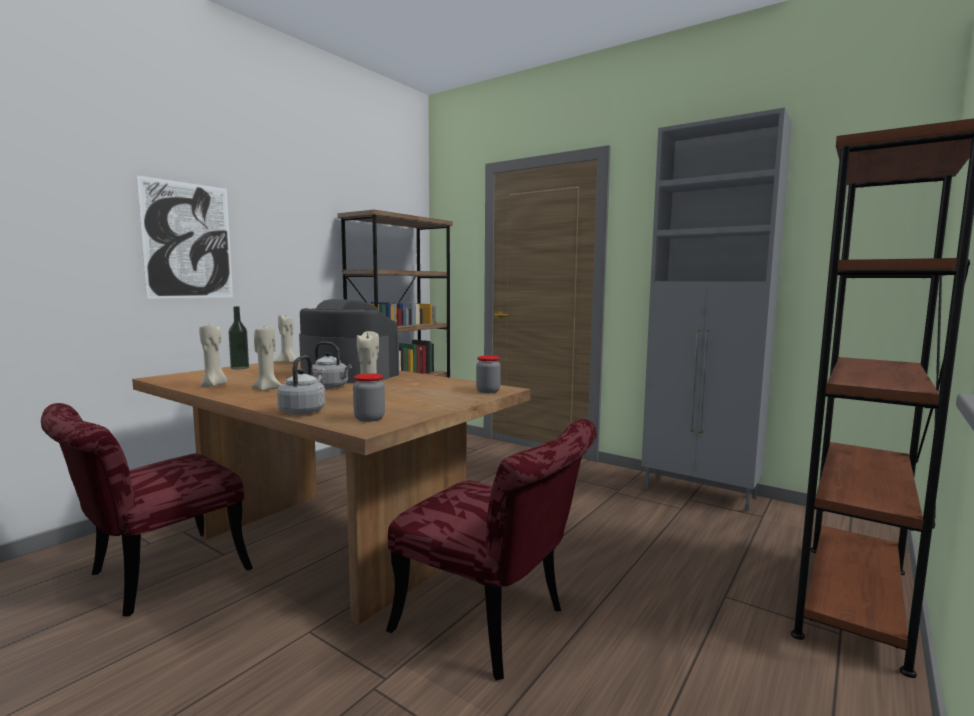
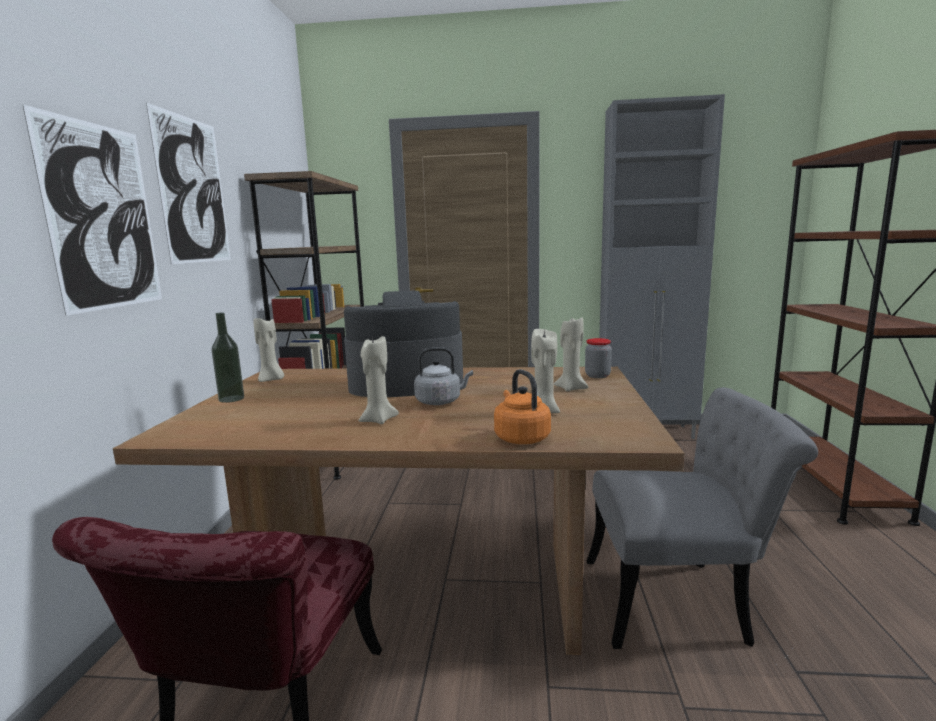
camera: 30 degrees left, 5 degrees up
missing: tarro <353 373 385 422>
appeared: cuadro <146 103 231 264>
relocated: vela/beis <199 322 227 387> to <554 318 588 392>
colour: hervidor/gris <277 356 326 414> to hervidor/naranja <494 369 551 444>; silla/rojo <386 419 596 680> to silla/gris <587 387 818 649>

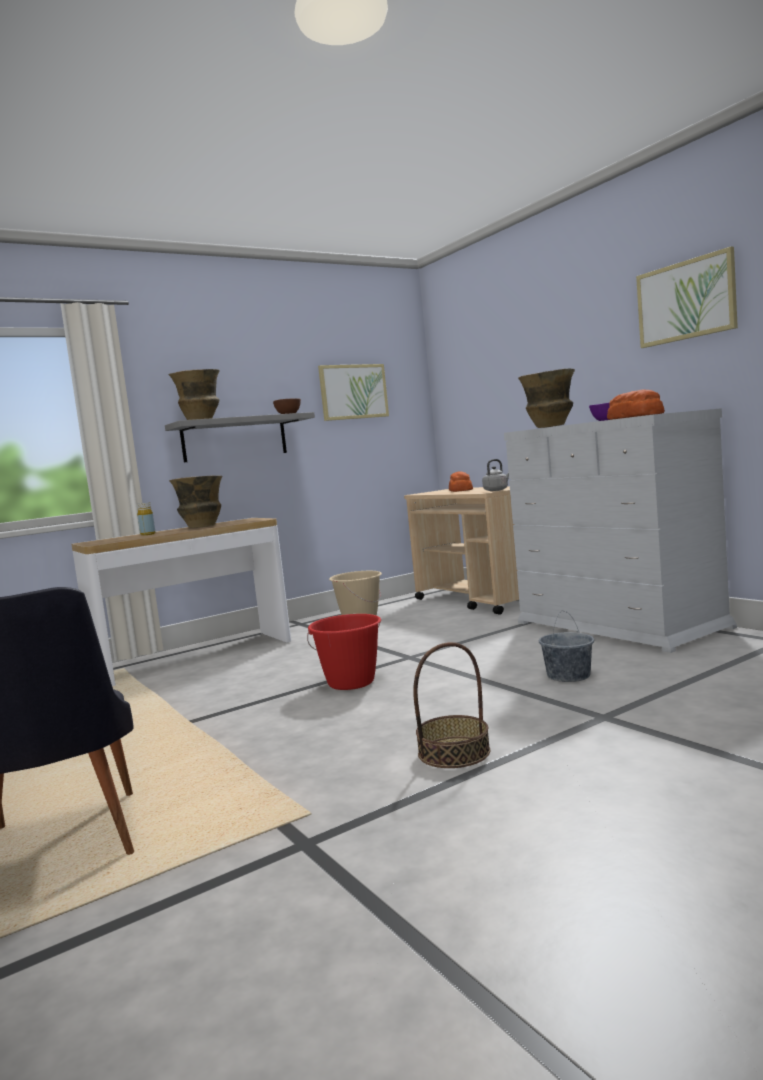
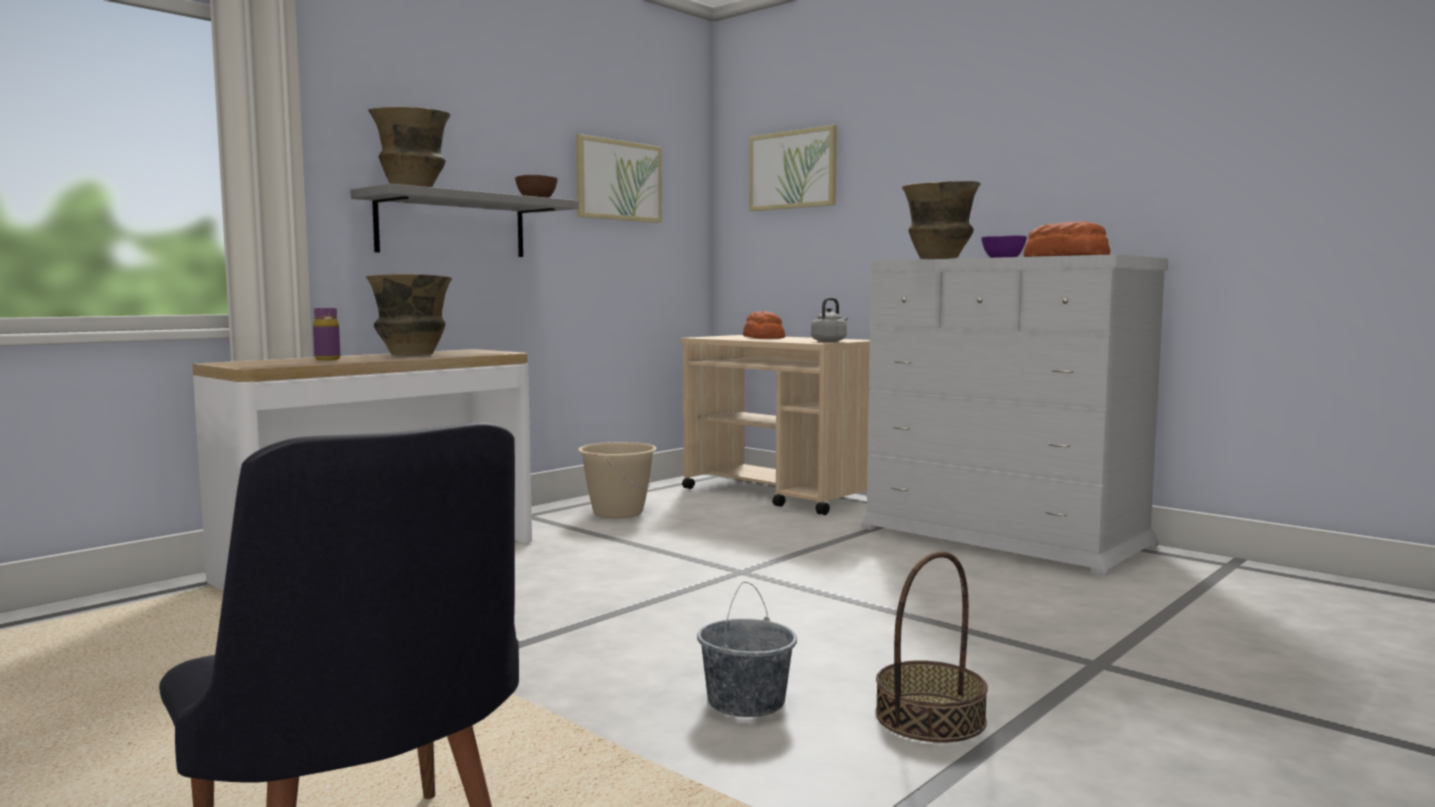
camera: 15 degrees left, 0 degrees up
missing: cubo/rojo <307 614 381 690>
relocated: cuadro <636 246 738 348> to <749 125 837 211>; cubo/gris <539 611 594 682> to <697 582 797 717>
colour: botella/amarillo <137 502 155 536> to botella/morado <313 308 340 360>

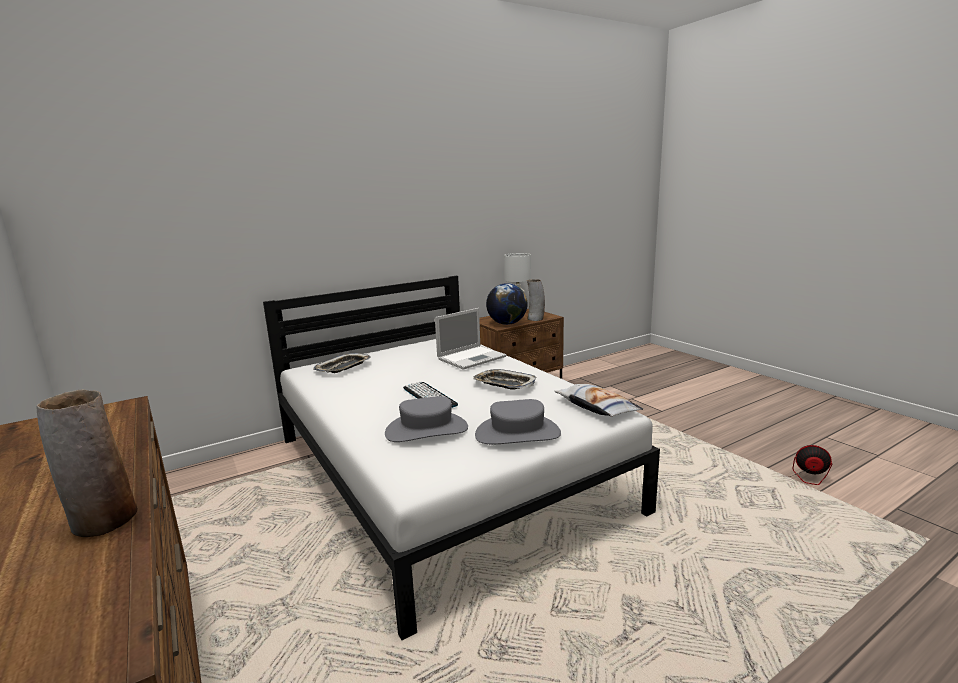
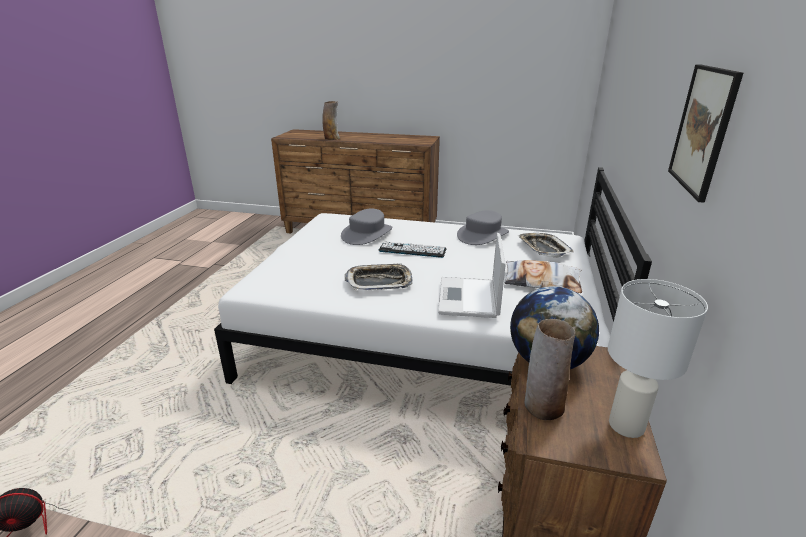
camera: 135 degrees right, 10 degrees up
appeared: cuadro <668 64 743 203>
relocated: cojín <555 384 643 417> to <505 260 582 293>; sombrero/gris <475 399 561 444> to <457 210 509 245>

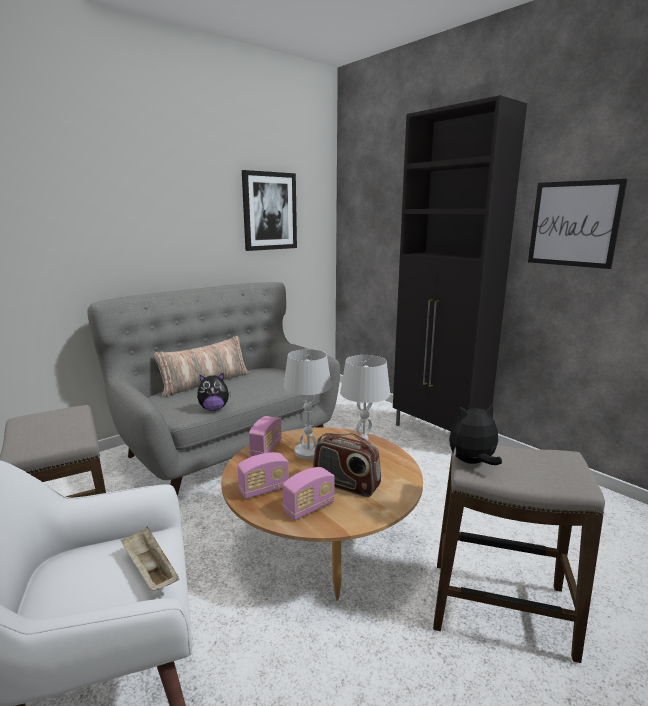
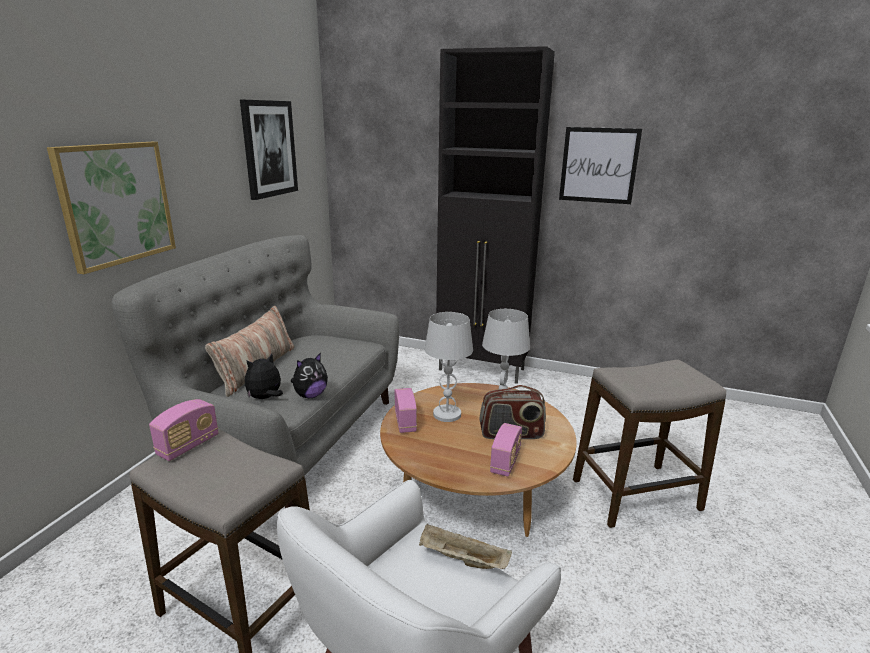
camera: 30 degrees left, 5 degrees up
appeared: cuadro <47 142 176 274>
relocated: peluche <449 404 502 465> to <245 354 283 399>; radio <237 452 289 499> to <149 399 219 461>

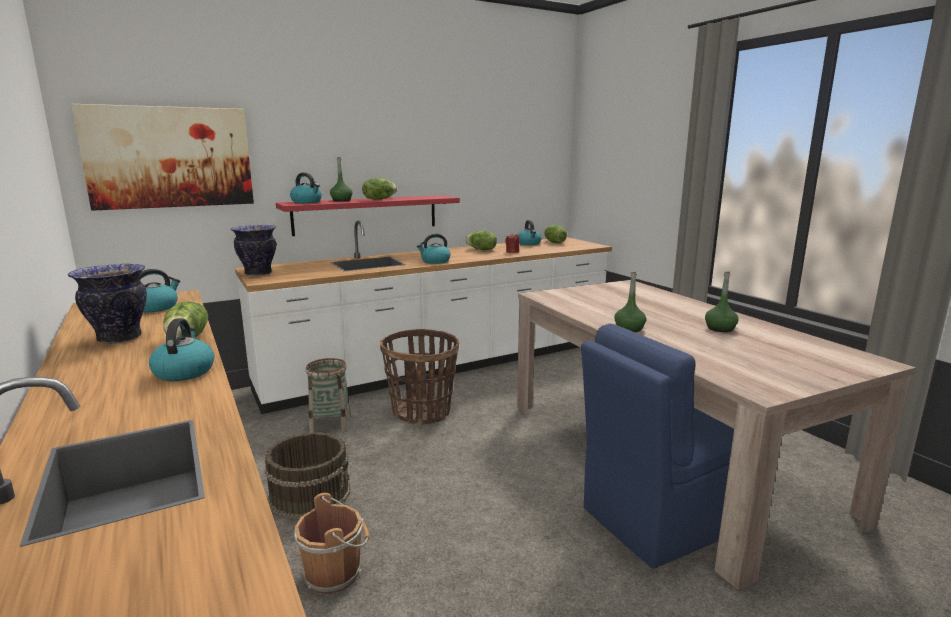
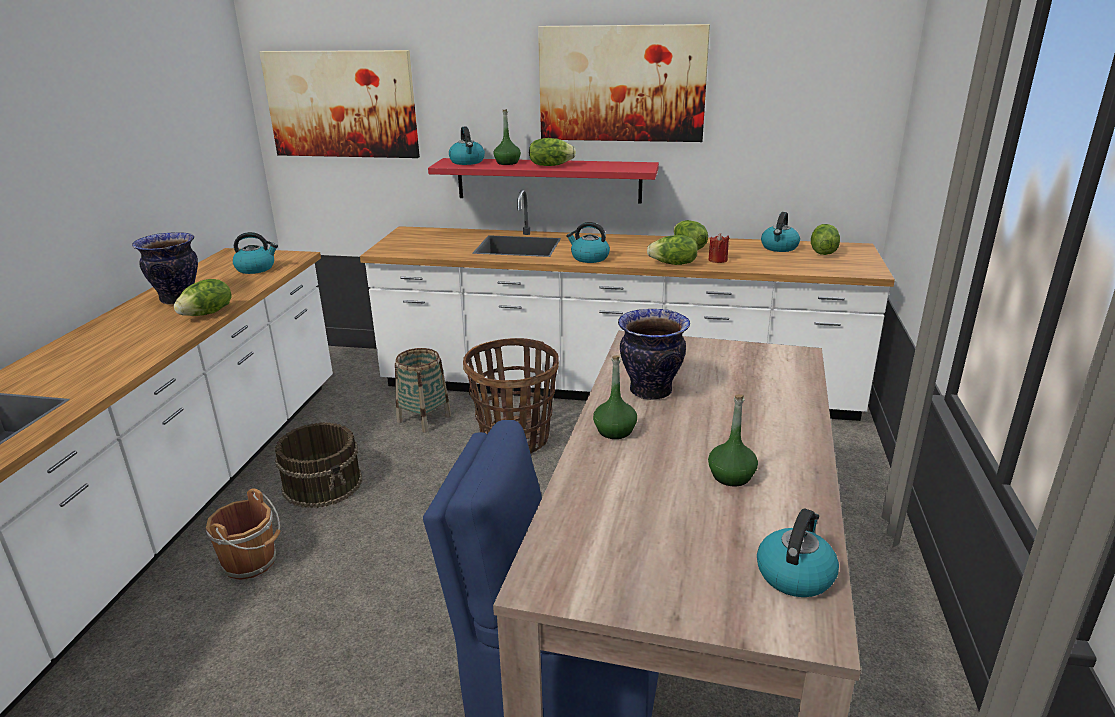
camera: 40 degrees right, 10 degrees up
appeared: cuadro <538 24 710 142>; lechuga <647 235 698 265>
relocated: florero <231 225 277 276> to <618 309 690 400>; hervidor <149 318 214 381> to <757 508 839 597>

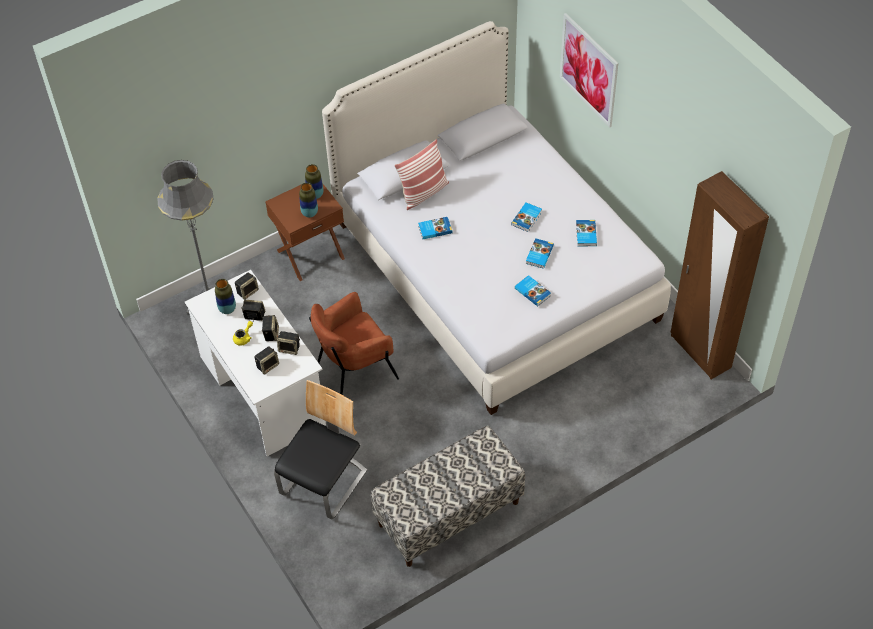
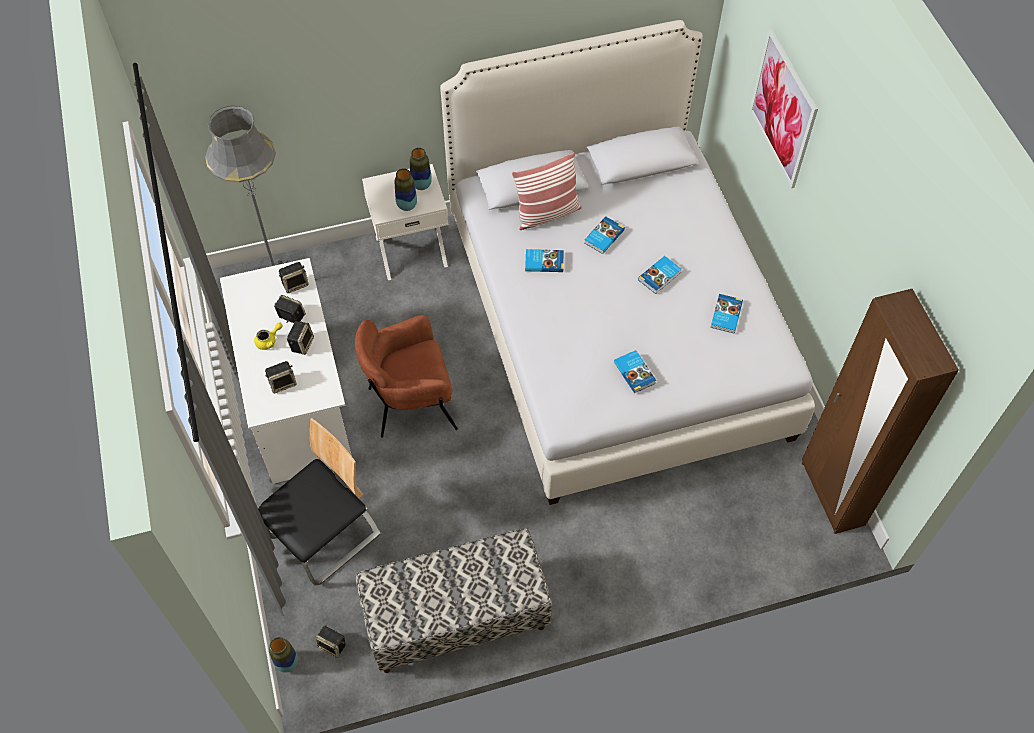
camera: 15 degrees right, 5 degrees up
relocated: libro <526 238 554 269> to <584 216 625 254>; florero <215 279 236 314> to <269 637 298 673>; altavoz <277 331 300 355> to <315 626 346 658>
colour: mesita de noche/marrón <265 184 345 281> to mesita de noche/blanco <362 164 448 280>

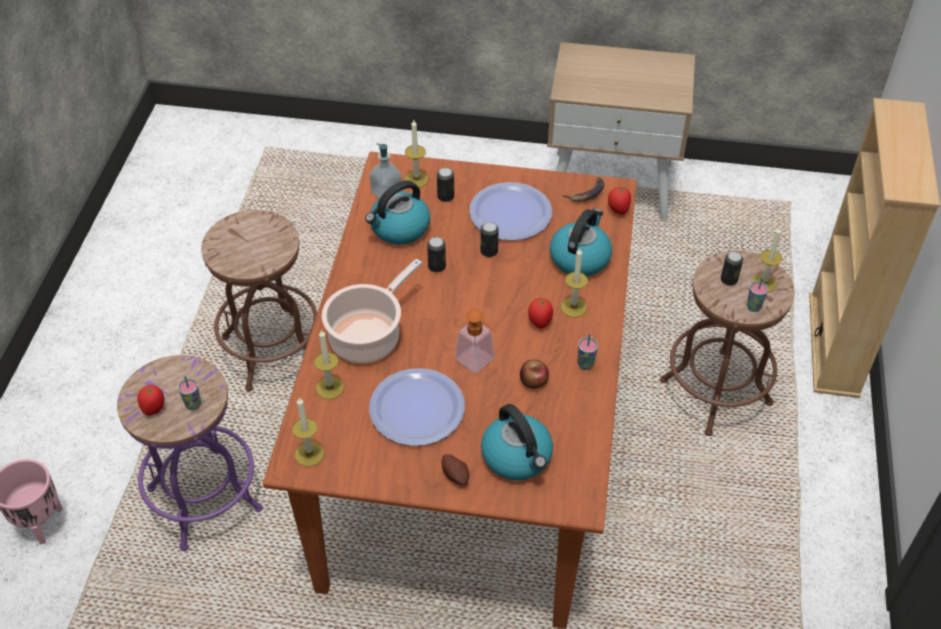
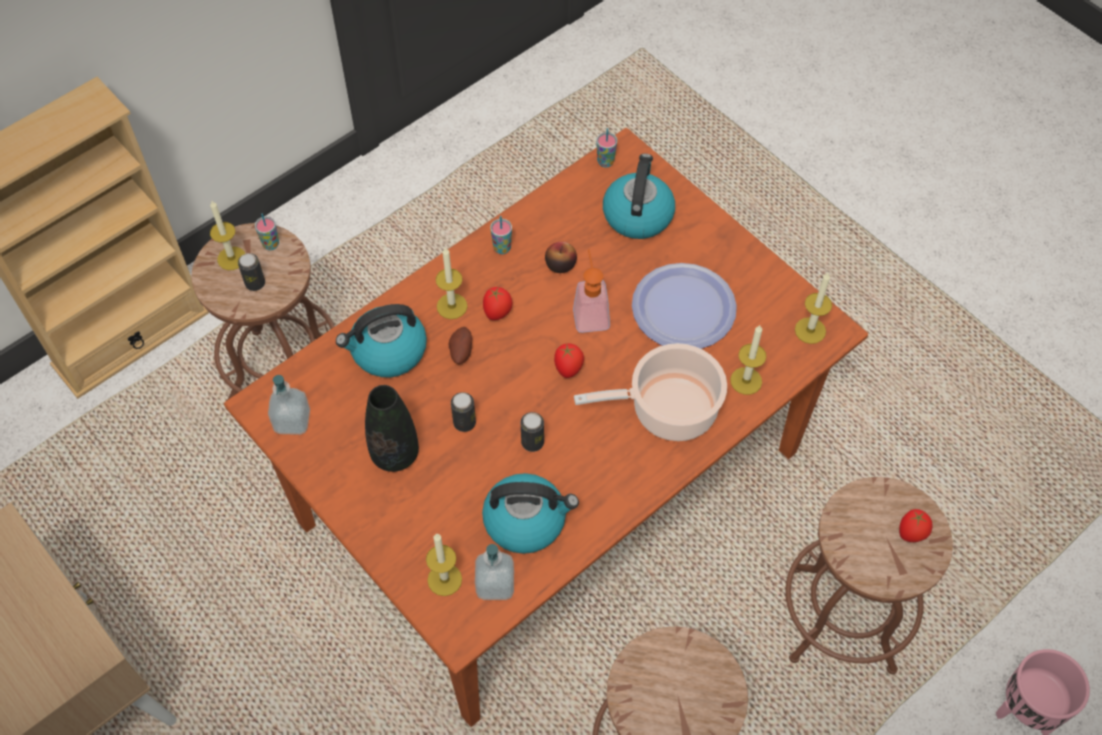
camera: 140 degrees left, 10 degrees up
missing: lata <437 167 454 202>
relocated: tomate <608 186 631 215> to <554 343 584 378>; taza <178 376 201 411> to <597 128 617 167>; patata <442 454 469 485> to <449 327 472 364>
exchanged: plátano <562 177 605 202> to dispensador de jabón <268 375 310 435>; plato <469 182 552 240> to florero/negro <365 385 419 472>
colour: taburete/morado <117 355 263 551> to taburete/marrón <785 477 953 674>

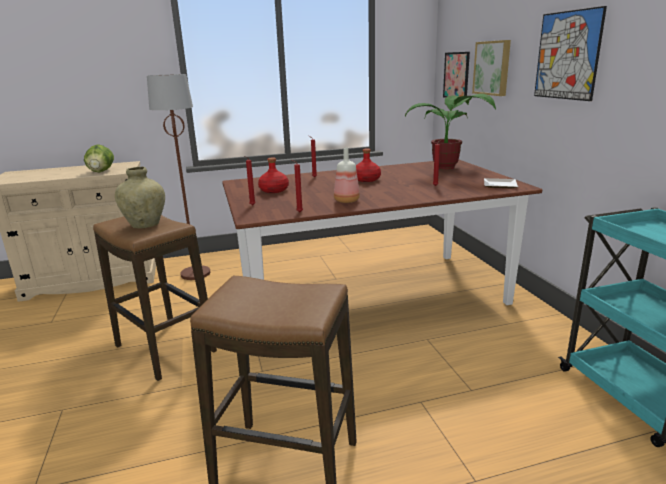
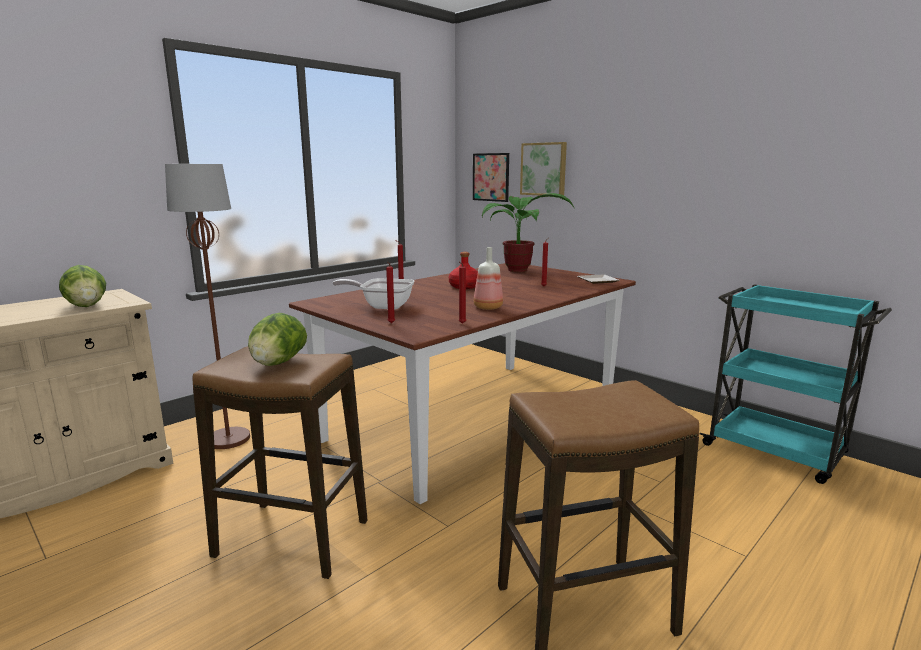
camera: 30 degrees left, 5 degrees down
missing: cuadro <534 6 607 101>
exchanged: botella/rojo <258 158 289 193> to sartén <333 278 414 309>; florero/beis <115 167 165 228> to lechuga <248 313 307 366>

